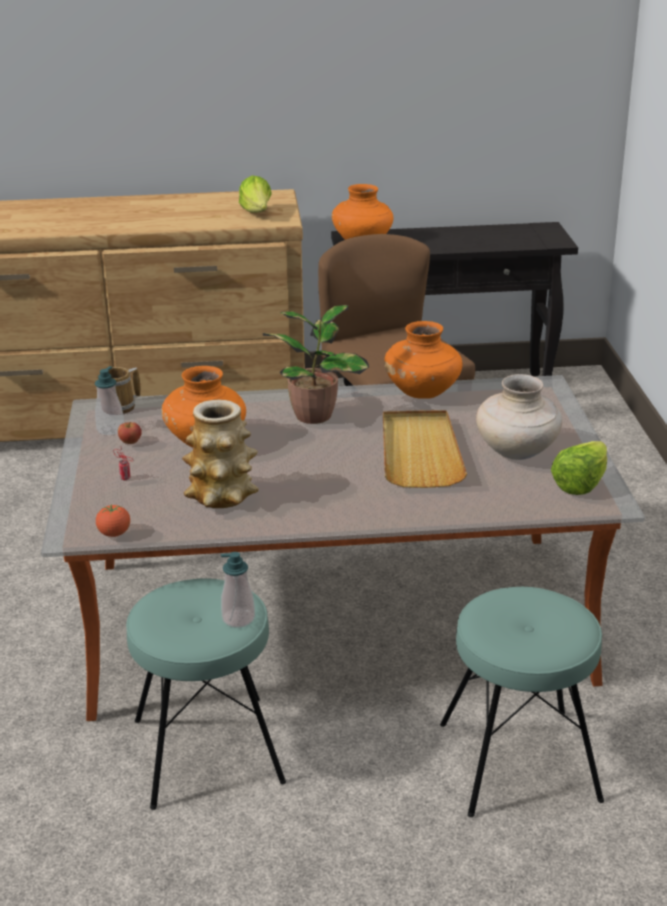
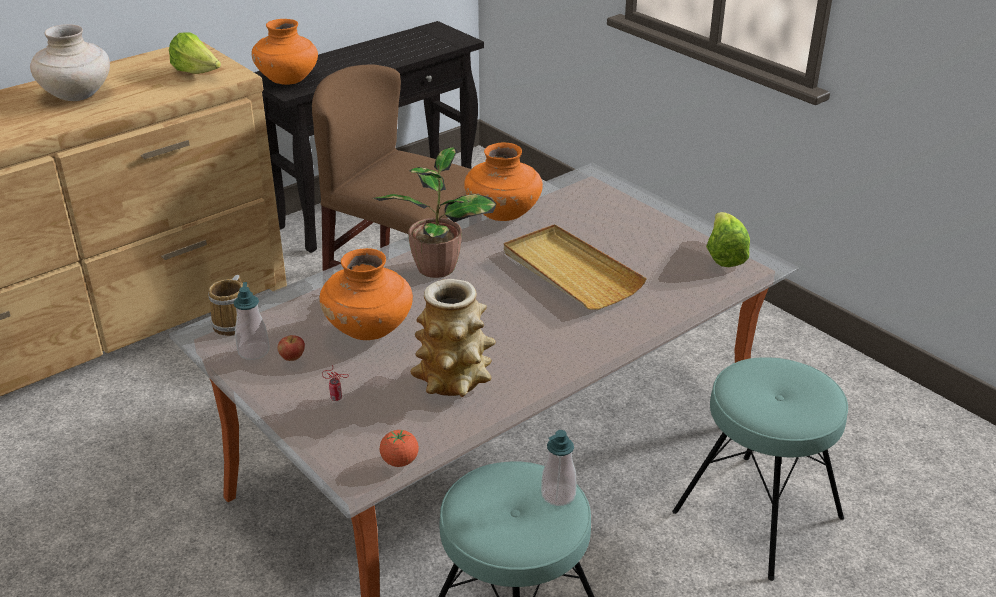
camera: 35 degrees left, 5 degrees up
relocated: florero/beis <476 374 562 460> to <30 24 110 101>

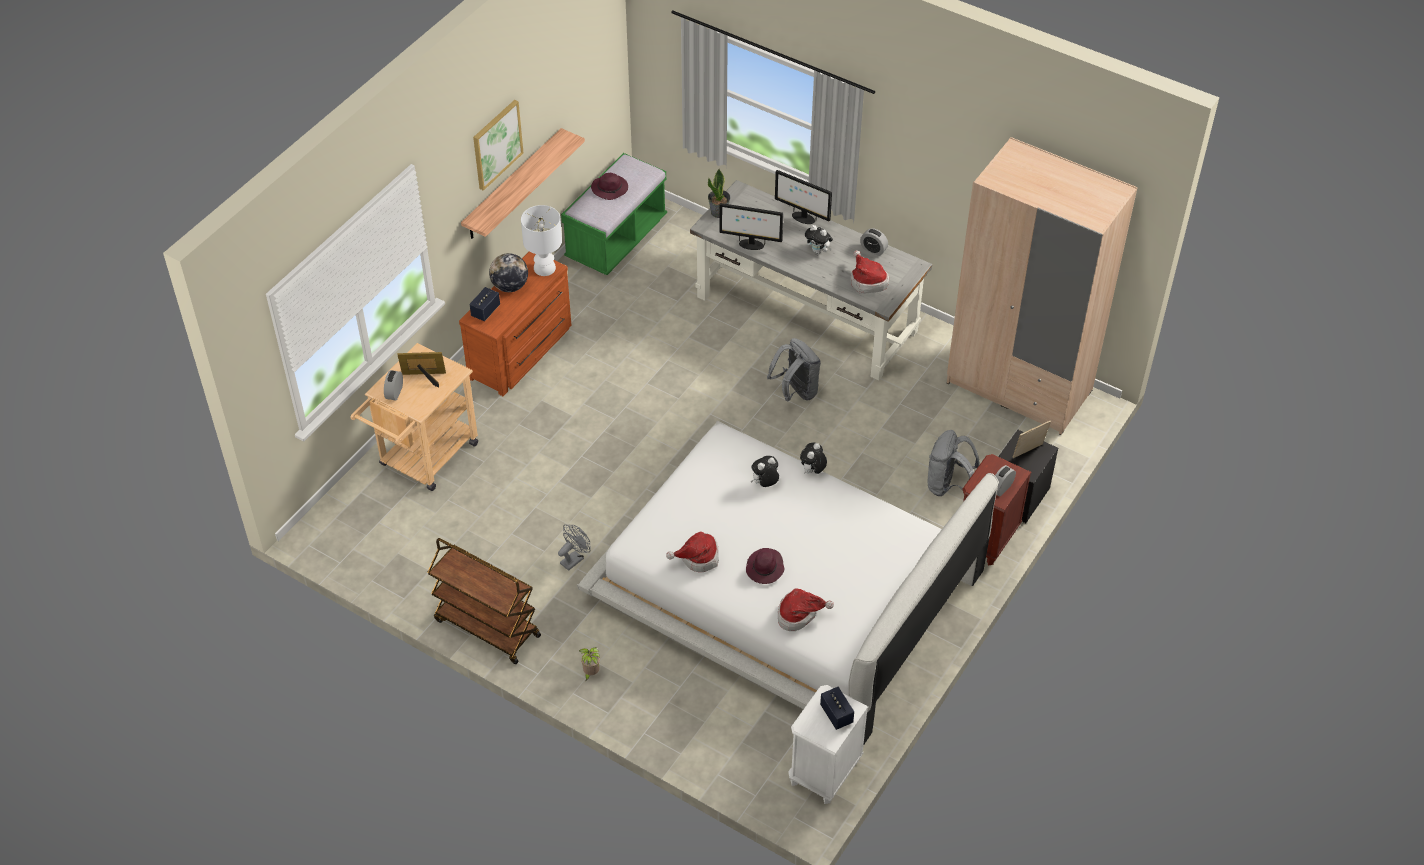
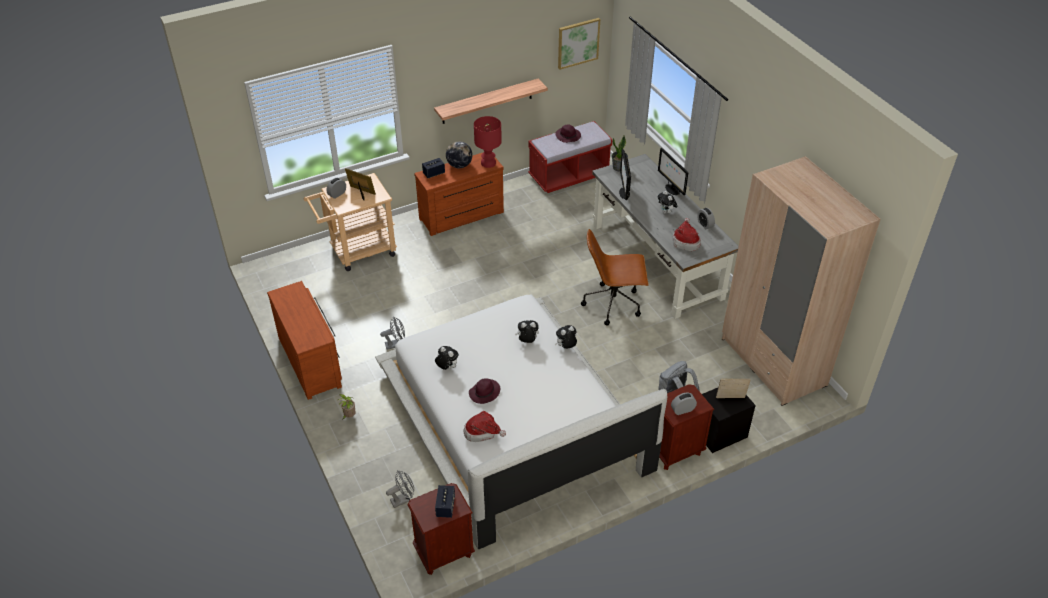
camera: 30 degrees right, 5 degrees down
appeared: ventilador/gris <386 470 414 508>
relocated: cuadro <473 100 524 191> to <558 18 600 70>
exchanged: mochila/gris <767 338 821 401> to silla de oficina/marrón <581 229 649 325>; sombrero <666 532 719 572> to peluche <435 346 459 370>; carrito/marrón <427 538 541 664> to cómoda/marrón <267 281 342 400>
colour: banco/verde <561 153 667 275> to banco/rojo <528 121 613 193>; lámpara de mesa/blanco <521 205 562 276> to lámpara de mesa/rojo <474 116 502 168>; mesita de noche/blanco <788 685 868 804> to mesita de noche/marrón <408 483 475 575>
spun: monitor <719 203 783 250> = <619 149 631 200> 45 degrees clockwise

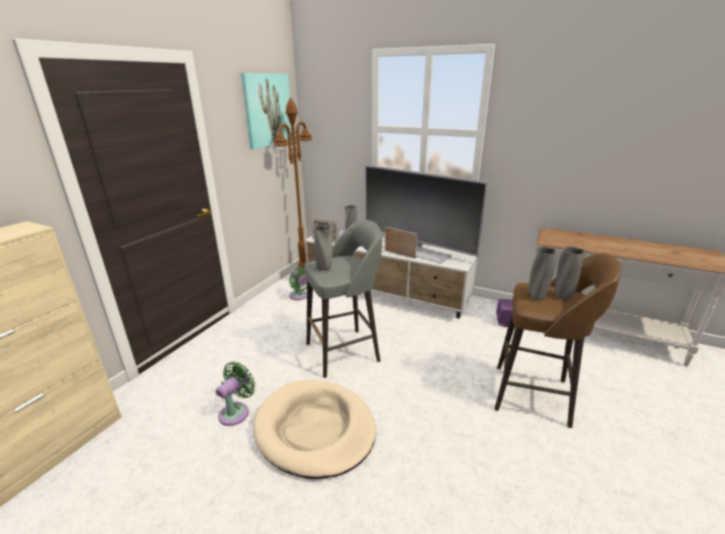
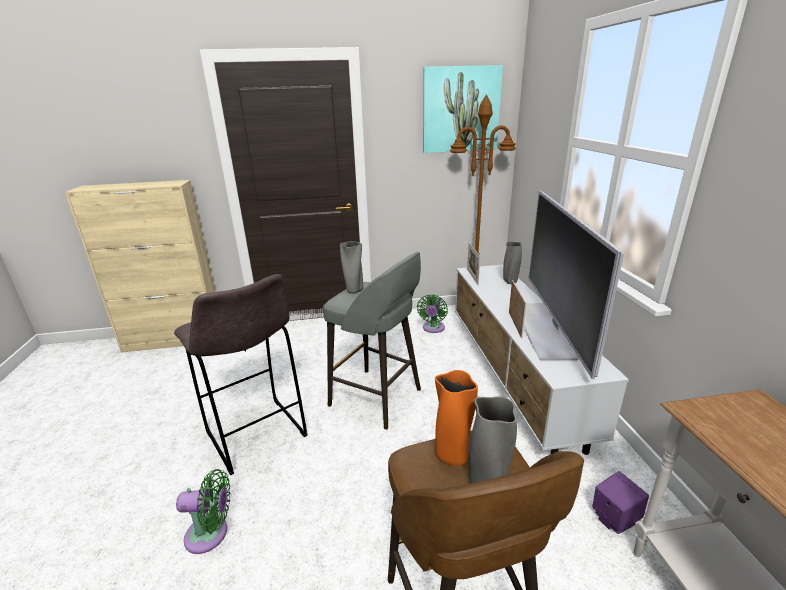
camera: 55 degrees right, 0 degrees up
relocated: ventilador/verde <216 362 255 426> to <176 469 231 554>
exchanged: cama para perro/beis <253 380 376 479> to taburete/gris <174 274 308 475>
colour: florero/gris <528 247 557 300> to florero/naranja <435 370 478 466>

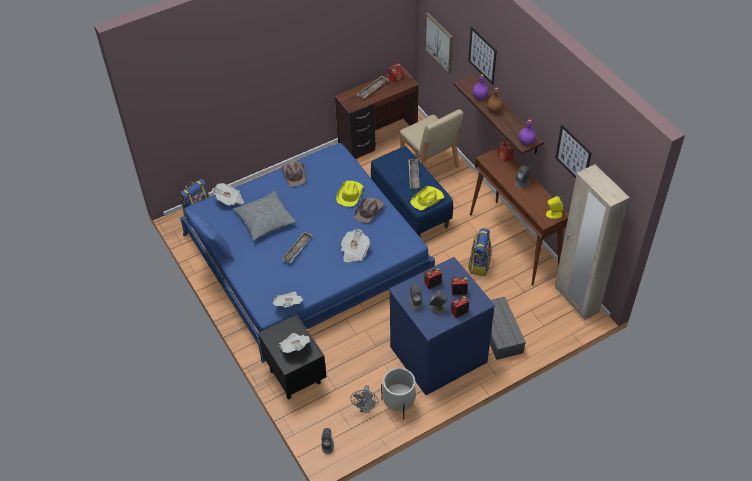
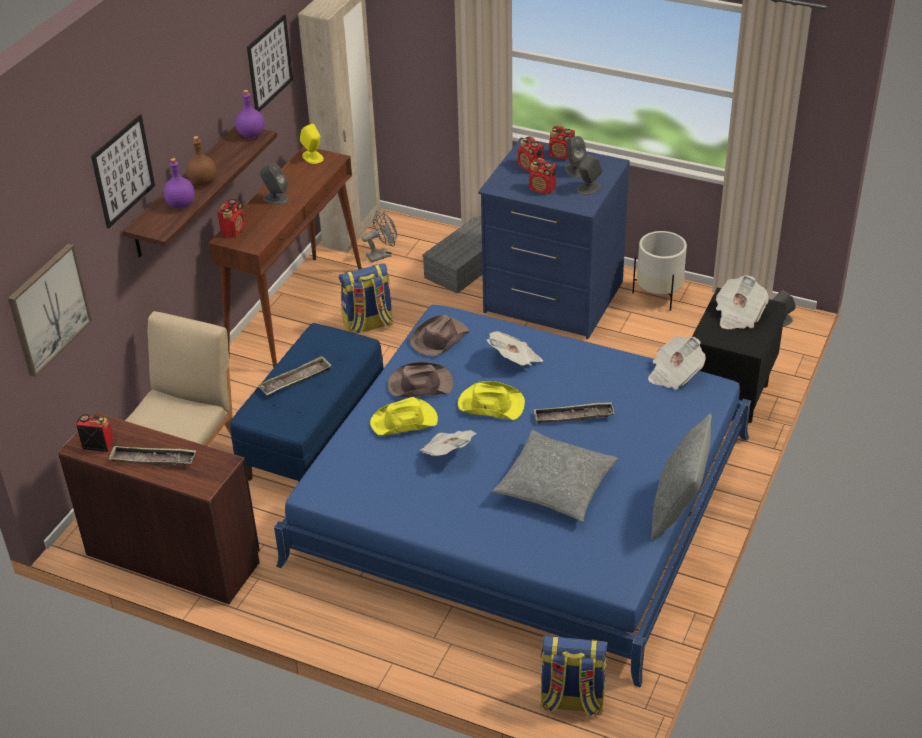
camera: 125 degrees left, 10 degrees down
relocated: sombrero/marrón <282 162 306 187> to <410 315 469 356>; periódico <212 183 244 206> to <419 430 477 456>; sombrero/amarillo <411 186 444 210> to <458 381 525 420>; ventilador/gris <350 385 378 413> to <362 211 397 262>
colour: cojín/azul <185 210 234 260> to cojín/gris <651 413 712 541>

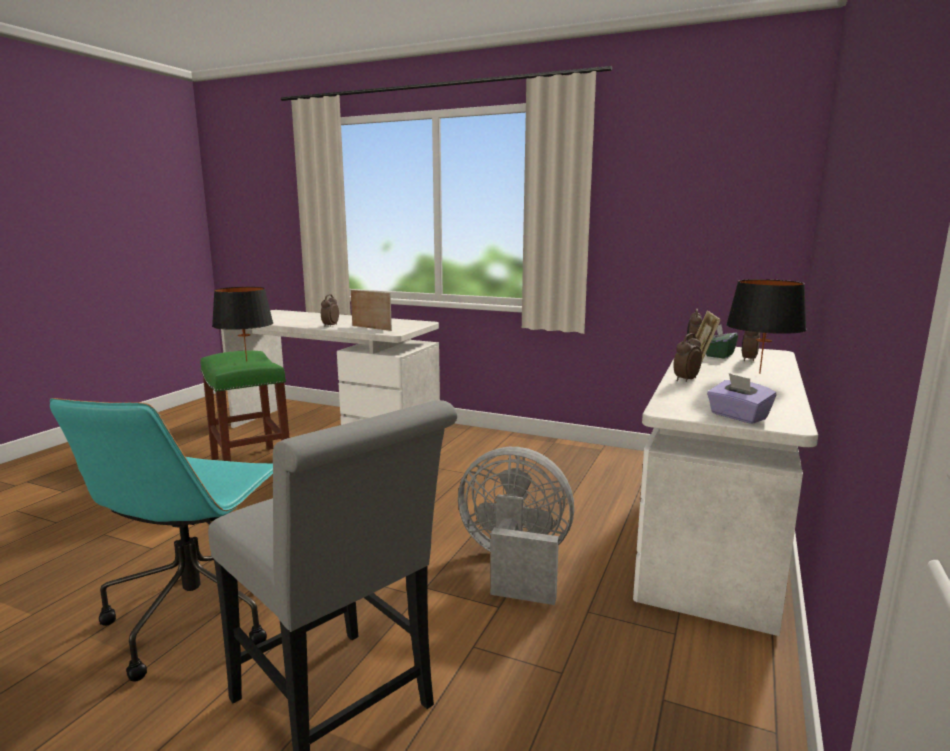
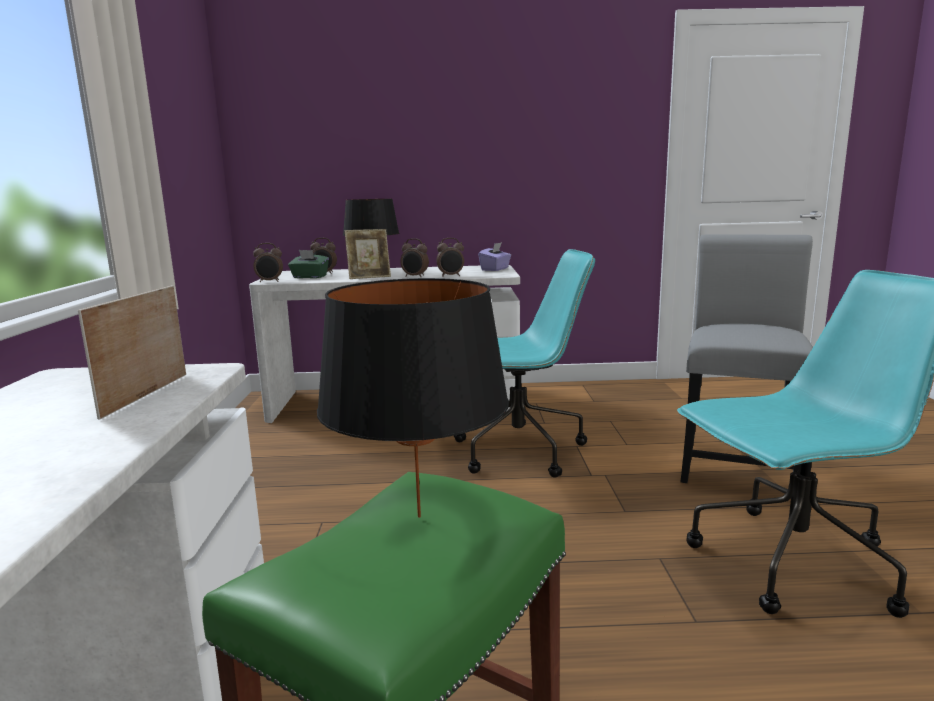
camera: 115 degrees left, 0 degrees up
relocated: despertador <321 294 339 327> to <436 238 464 277>
exchanged: ventilador/gris <458 447 574 605> to silla de oficina/turquesa <454 249 595 478>

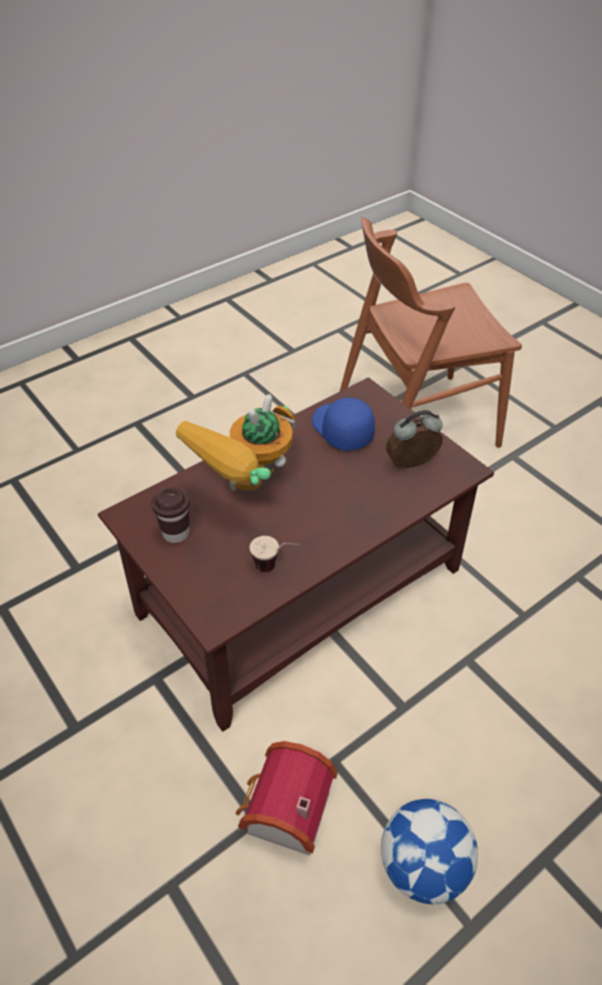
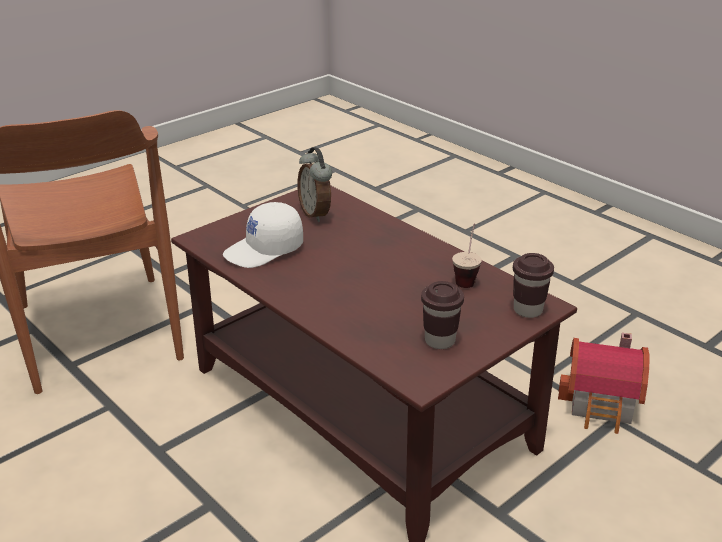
camera: 95 degrees left, 15 degrees down
missing: robot de juguete <176 394 296 491>; balón de fútbol <381 799 478 904>
appeared: taza/marrón <513 253 554 318>
colour: gorra/azul <312 397 375 451> to gorra/blanco <223 202 303 268>

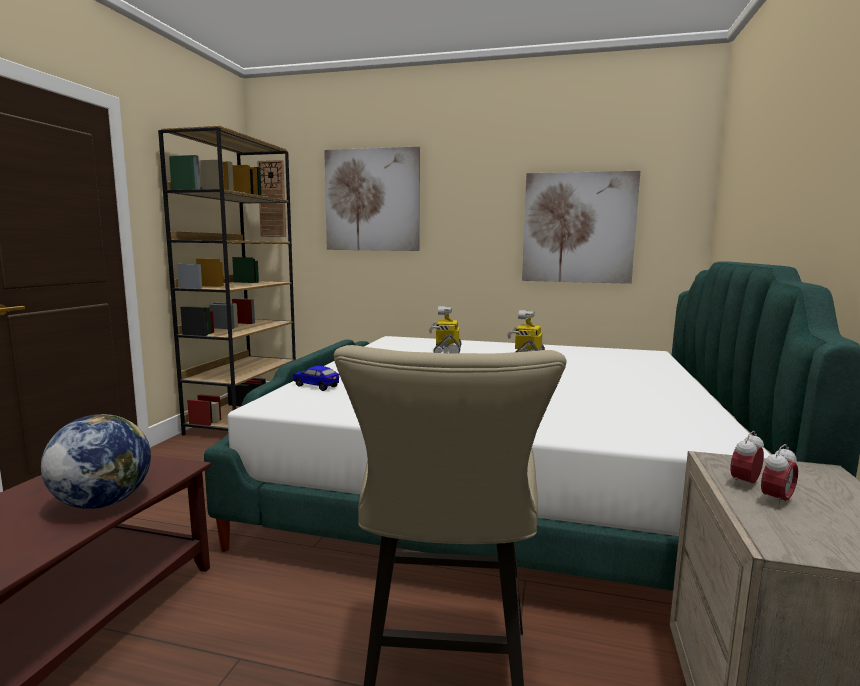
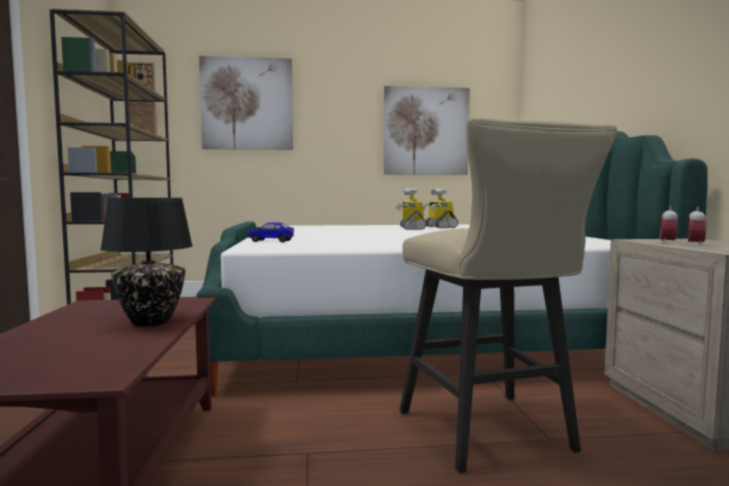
camera: 20 degrees left, 5 degrees down
relocated: robot de juguete <429 306 462 353> to <422 189 458 228>
exchanged: globo terráqueo <41 414 151 509> to lámpara de mesa/negro <100 198 193 327>

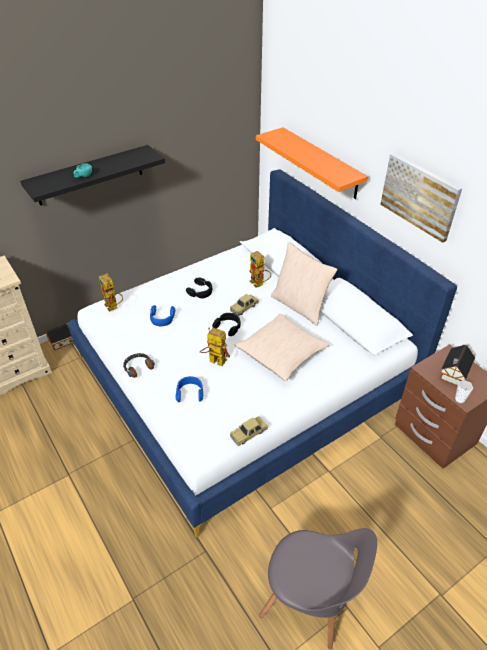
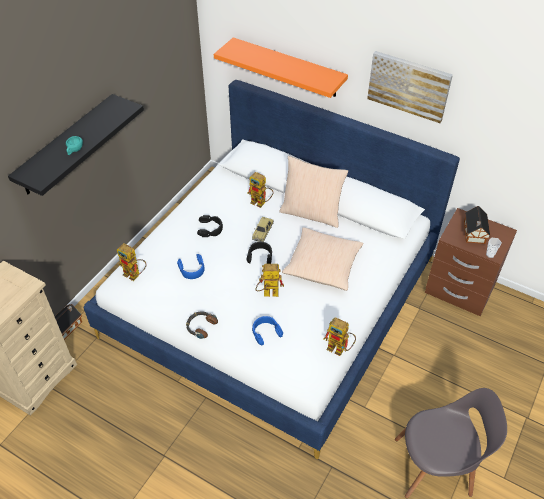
camera: 25 degrees left, 5 degrees up
exchanged: coche de juguete <230 416 268 446> to robot de juguete <324 317 356 356>

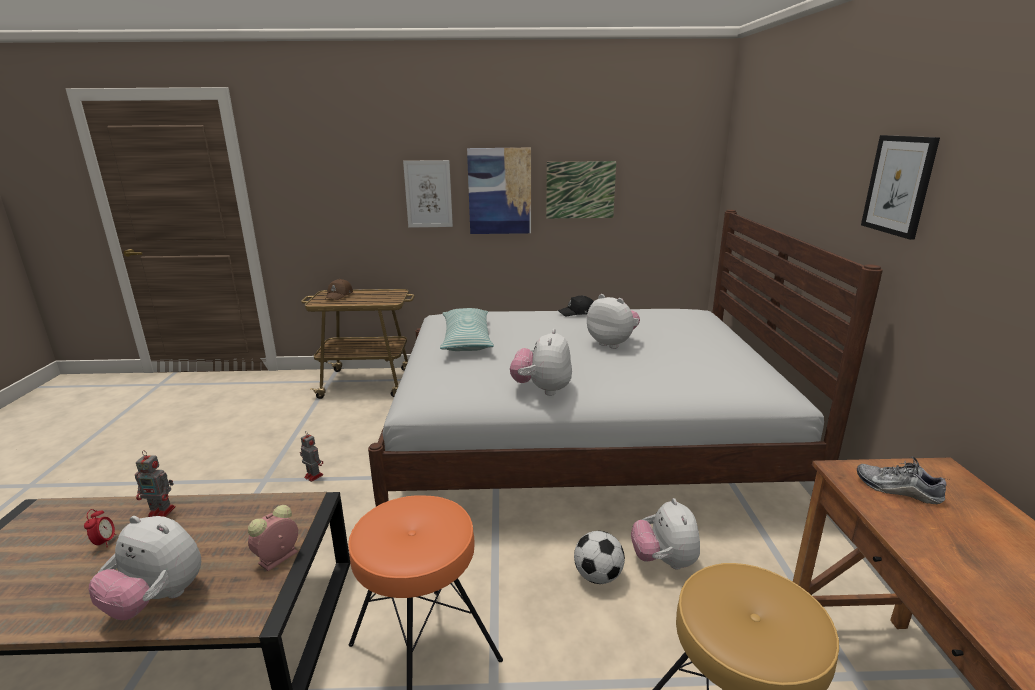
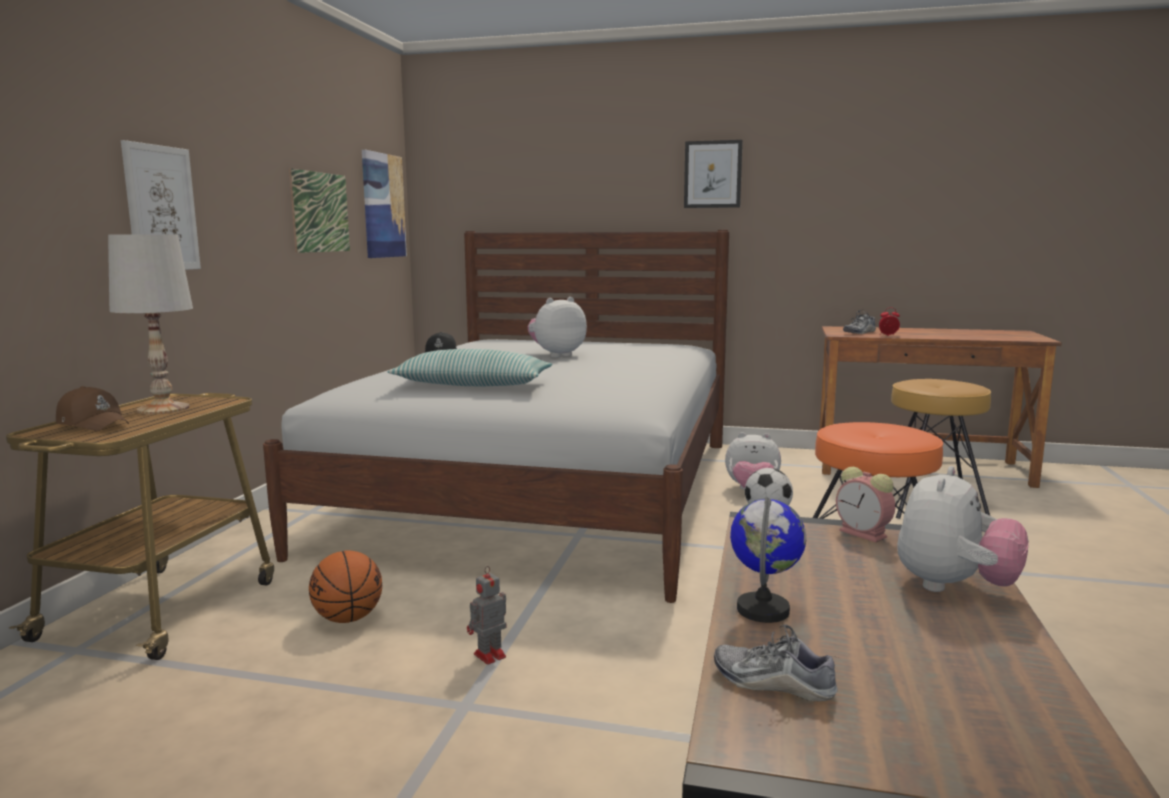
camera: 75 degrees left, 10 degrees down
missing: peluche <510 329 572 396>
appeared: lámpara de mesa/blanco <108 234 193 414>; balón de baloncesto <309 551 382 623>; zapato <714 624 838 701>
relocated: cuadro <467 148 531 234> to <362 150 407 258>; despertador <84 509 116 547> to <879 308 900 336>
exchanged: robot de juguete <135 450 176 517> to globo terráqueo <730 497 806 623>

